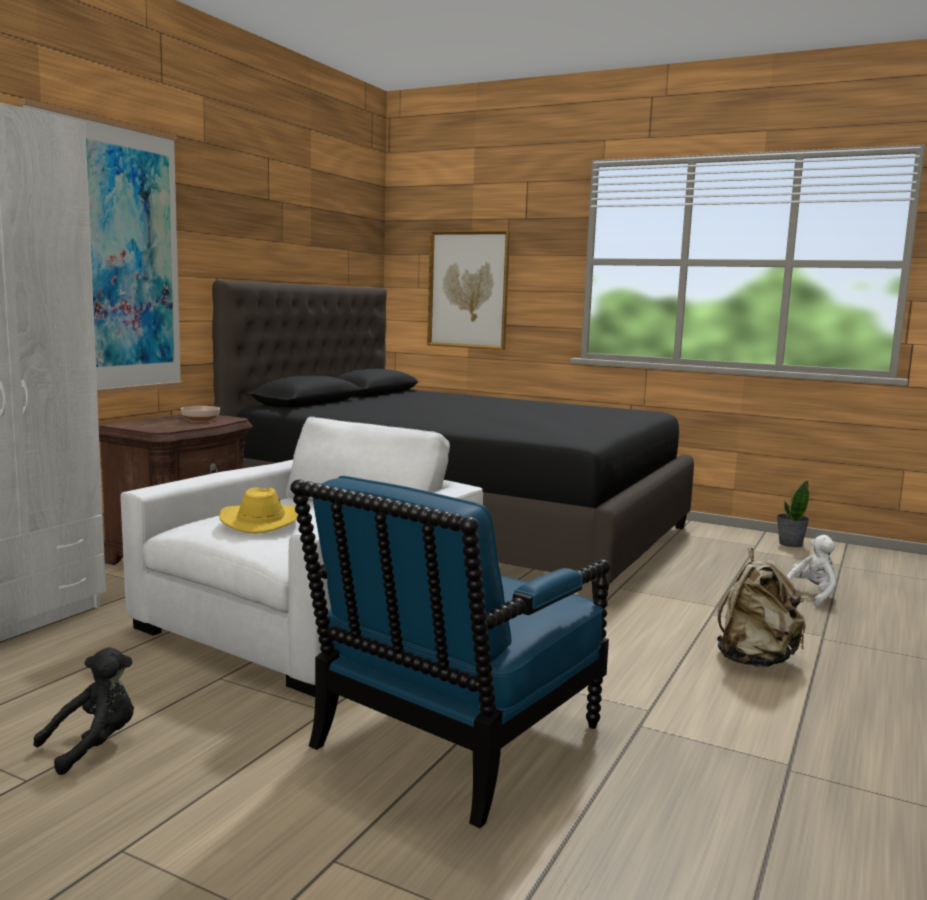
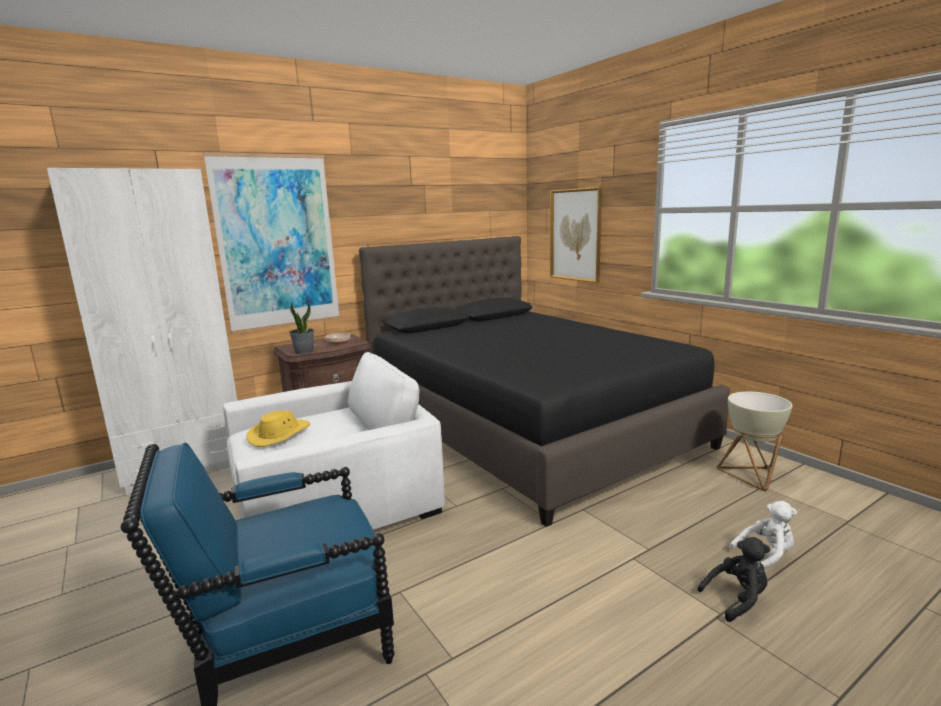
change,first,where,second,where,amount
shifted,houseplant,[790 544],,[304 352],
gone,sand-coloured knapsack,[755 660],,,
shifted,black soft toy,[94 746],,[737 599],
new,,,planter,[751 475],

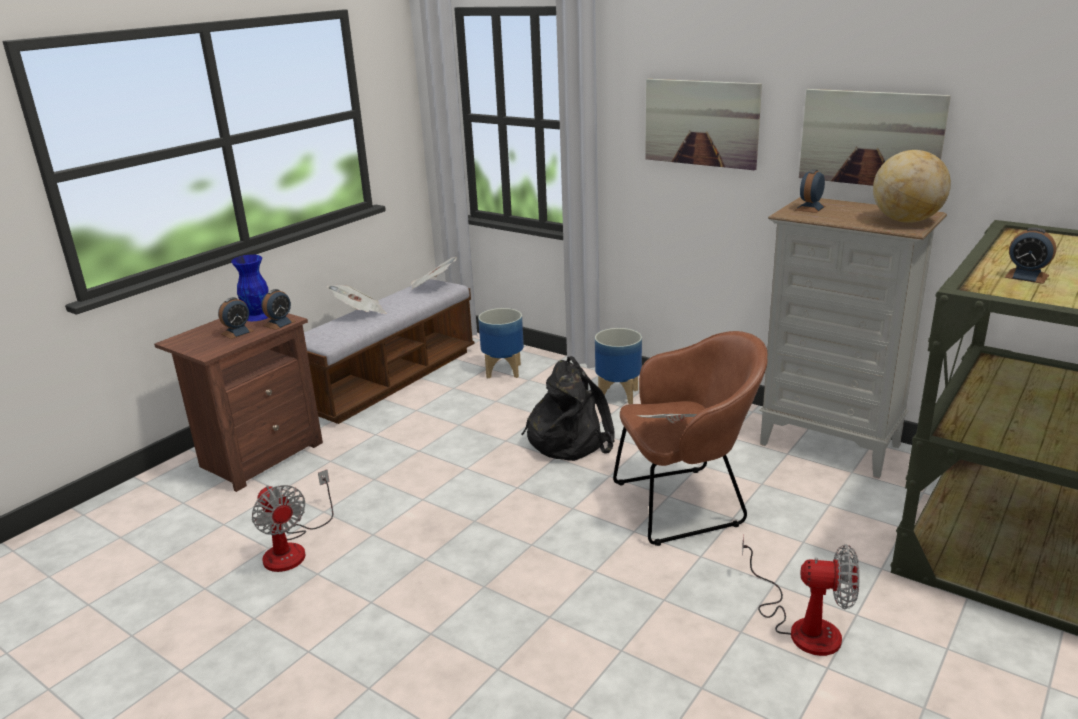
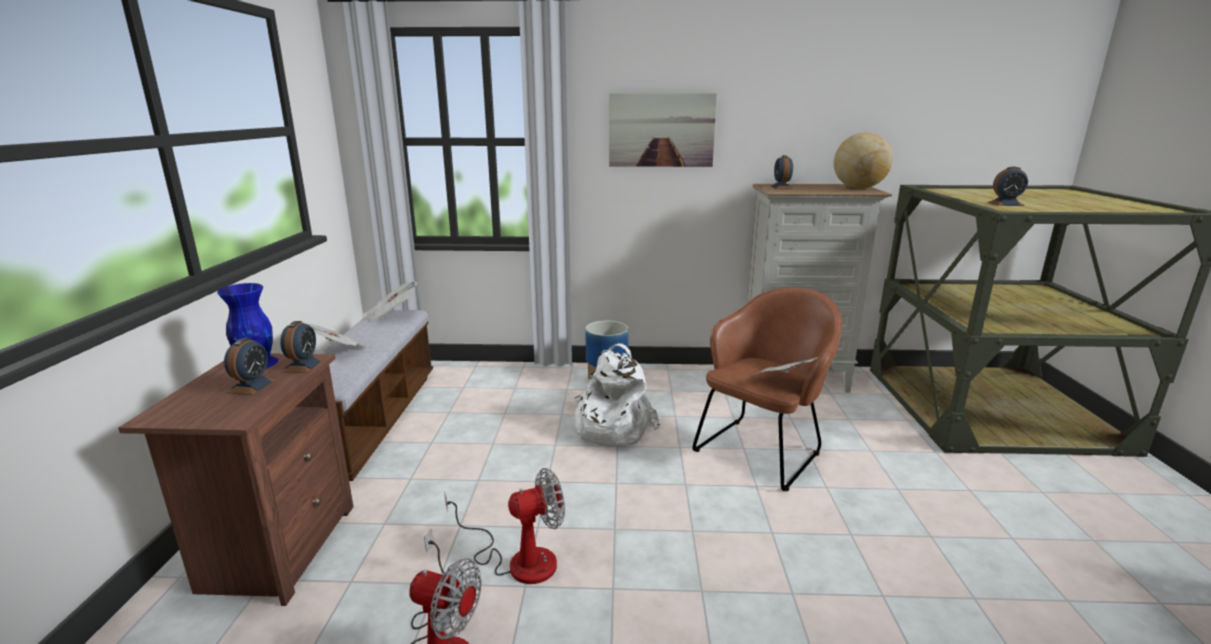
change,first,where,second,where,amount
gone,wall art,[870 138],,,
gone,planter,[503 371],,,
repainted,black knapsack,[569 439],white knapsack,[610 427],
shifted,electric fan,[802 625],,[518 559],

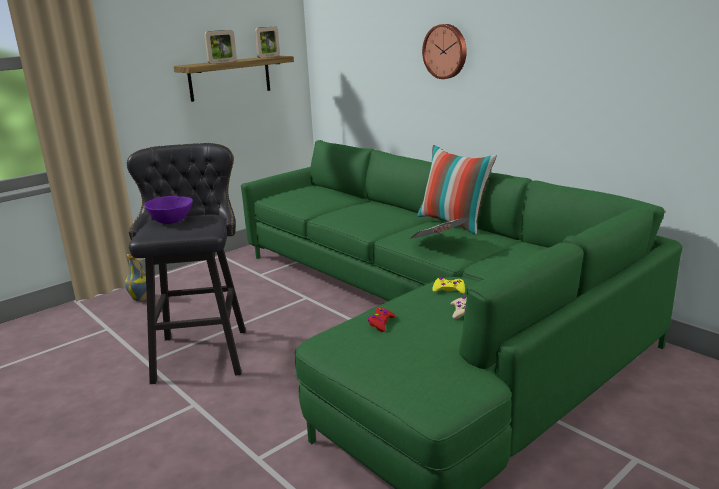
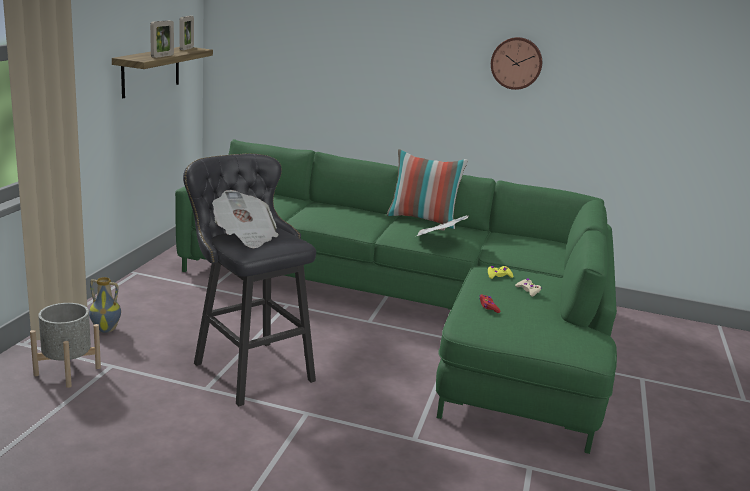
change,first,where,second,where,amount
shifted,hanging clock,[446 51],,[516 63],
swapped,purplish deep dish,[171 221],newspaper,[245 236],
new,,,greyish planter,[67 371],

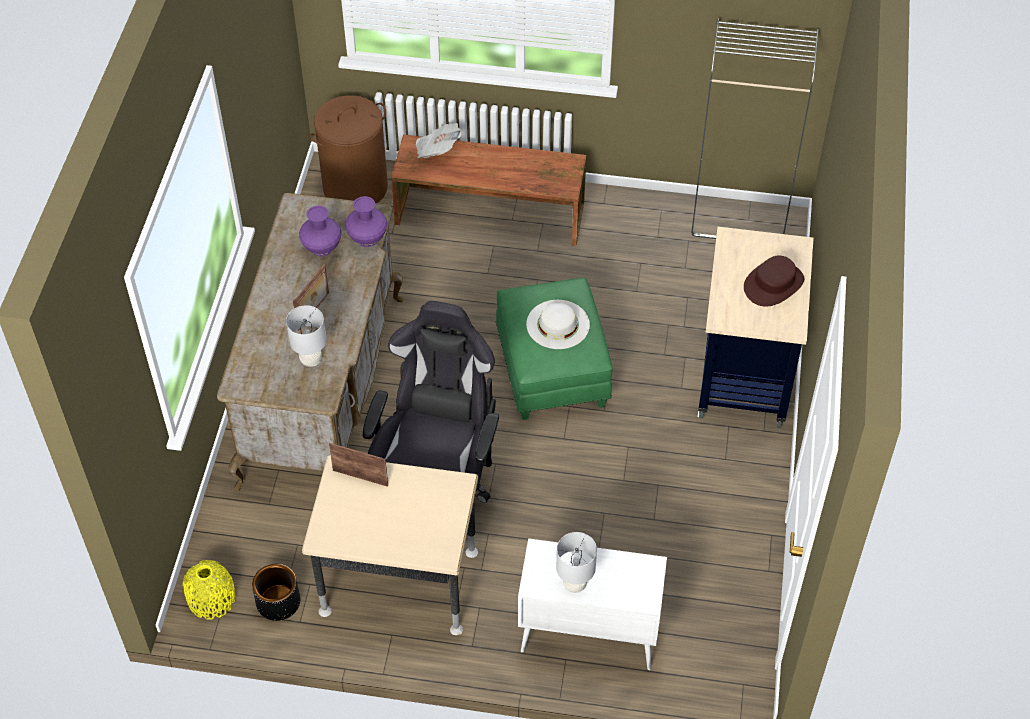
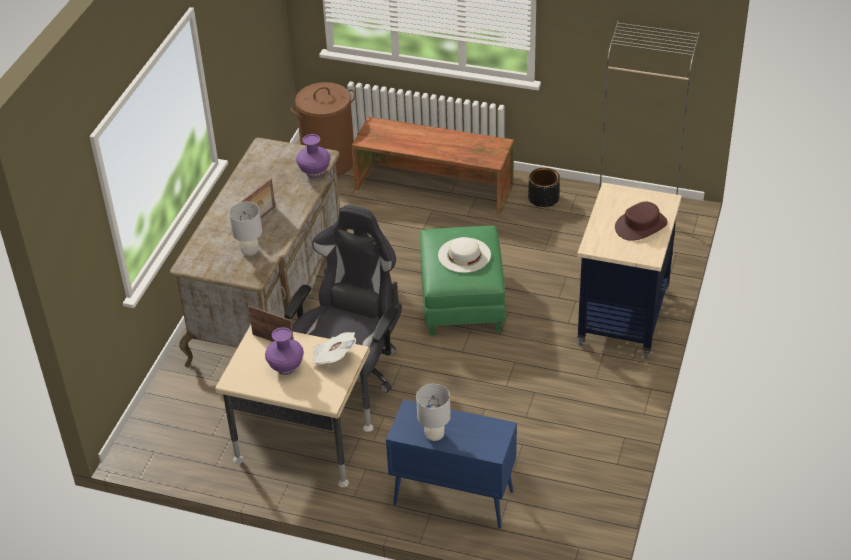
change,first,where,second,where,amount
shifted,newspaper,[437 149],,[333 357],
shifted,purplish vase,[322 248],,[286 368],
repainted,white storage cabinet,[587 636],bluish storage cabinet,[452 498],
gone,yellowish vase,[211 599],,,
shifted,black planter,[278 602],,[543 198],

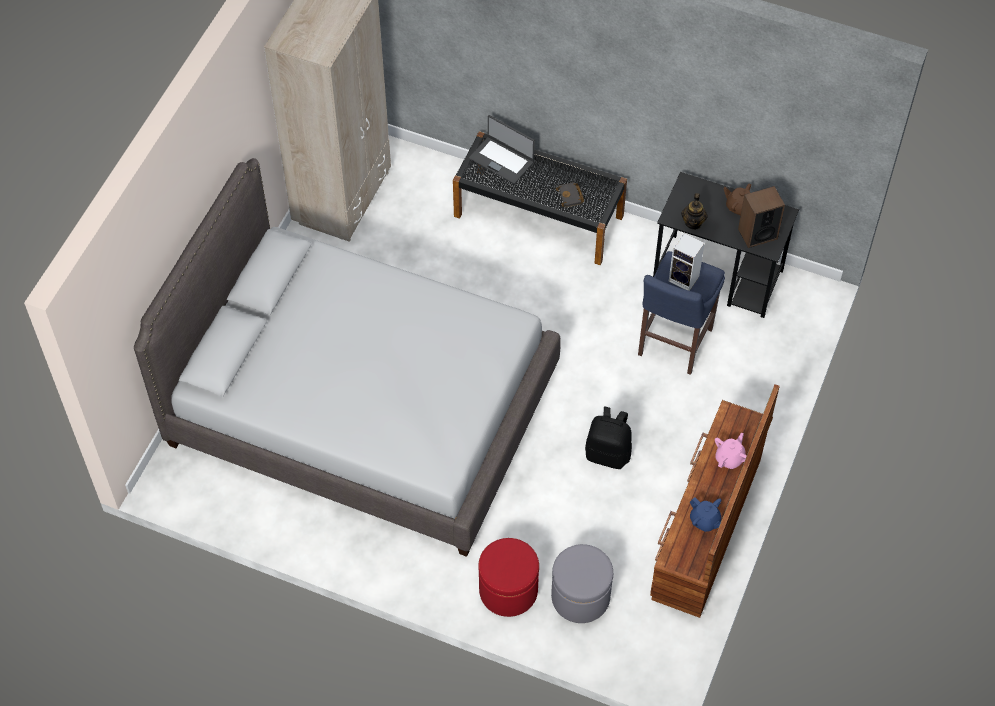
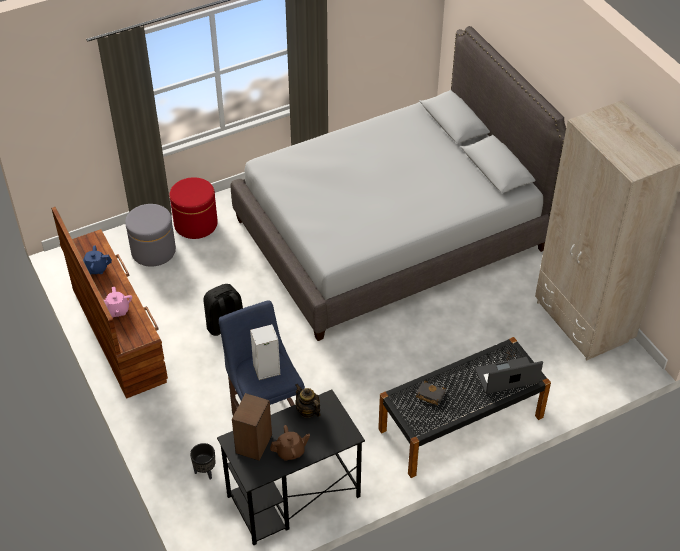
change,first,where,second,where,amount
new,,,black planter,[204 471],

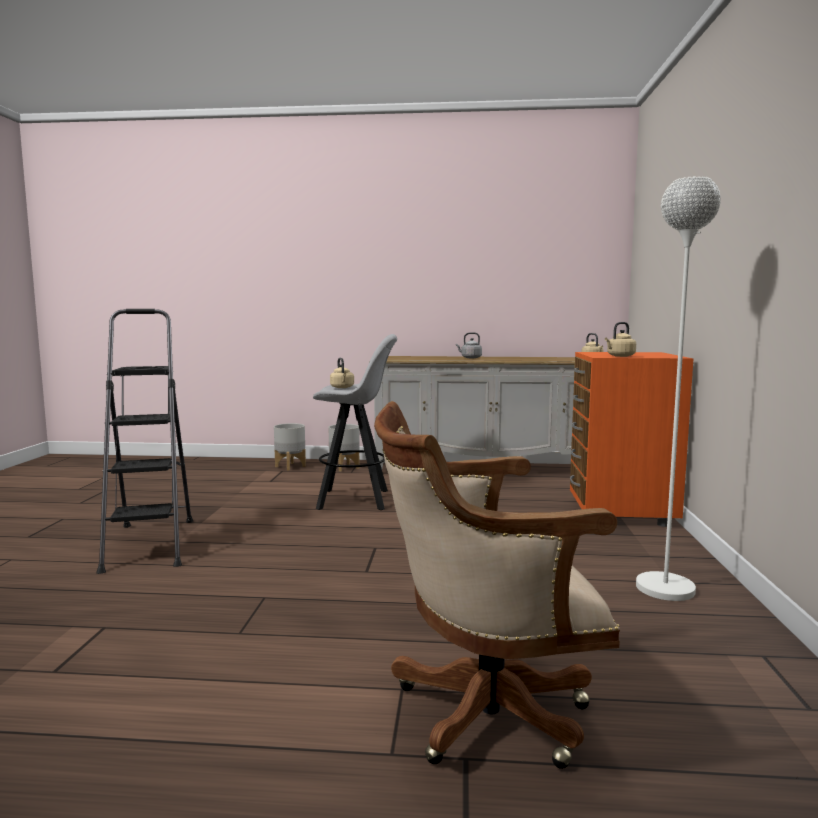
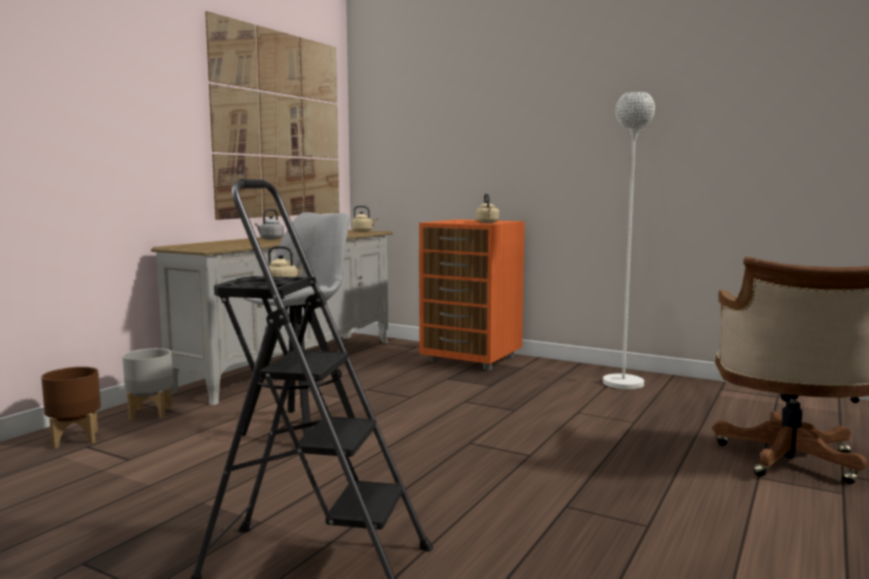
change,first,where,second,where,amount
repainted,greyish planter,[290 466],brownish planter,[75 439],
new,,,wall art,[279 125],

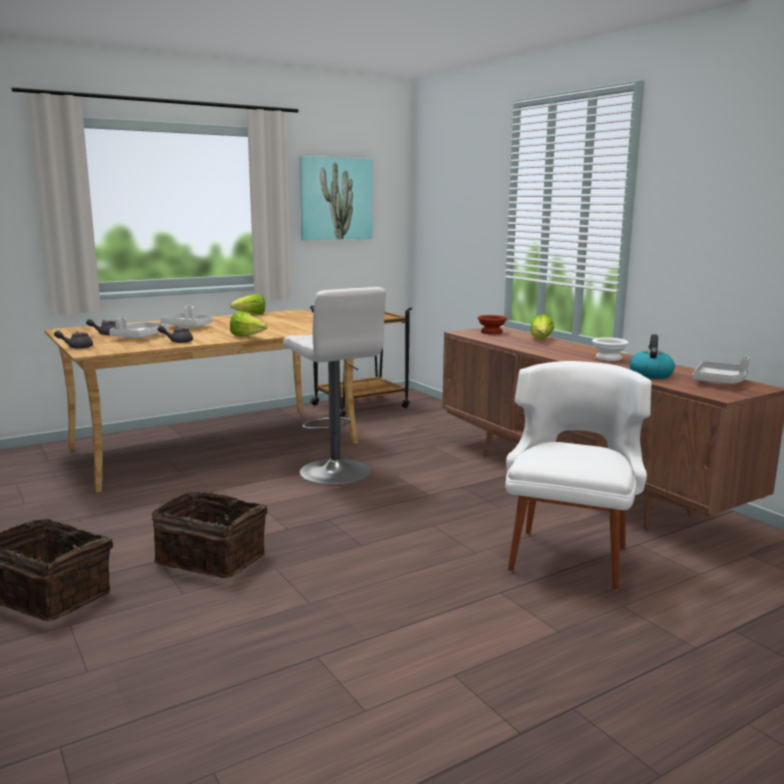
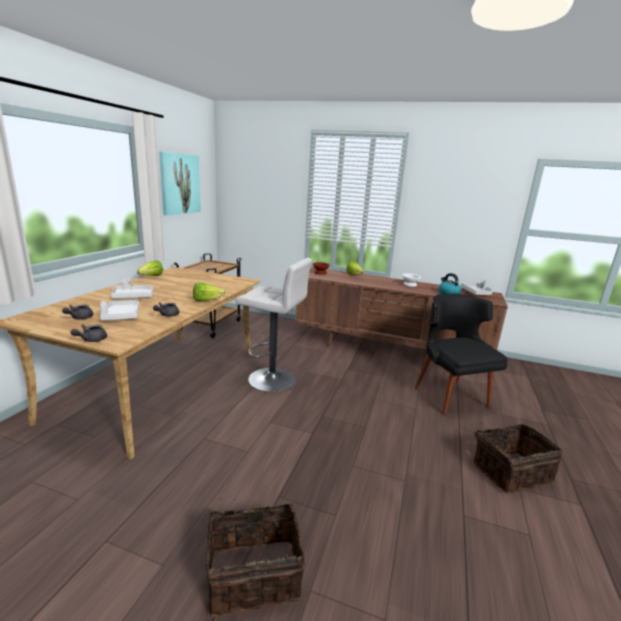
change,first,where,second,where,amount
repainted,white upright chair,[568 560],black upright chair,[451 397],
shifted,storage basket,[213 558],,[509 471],

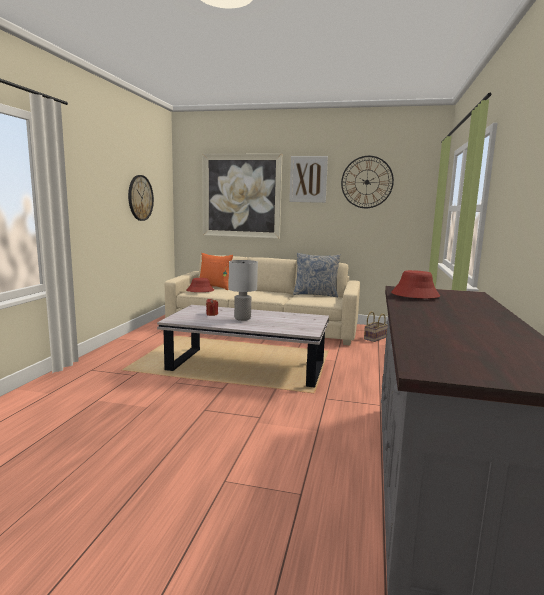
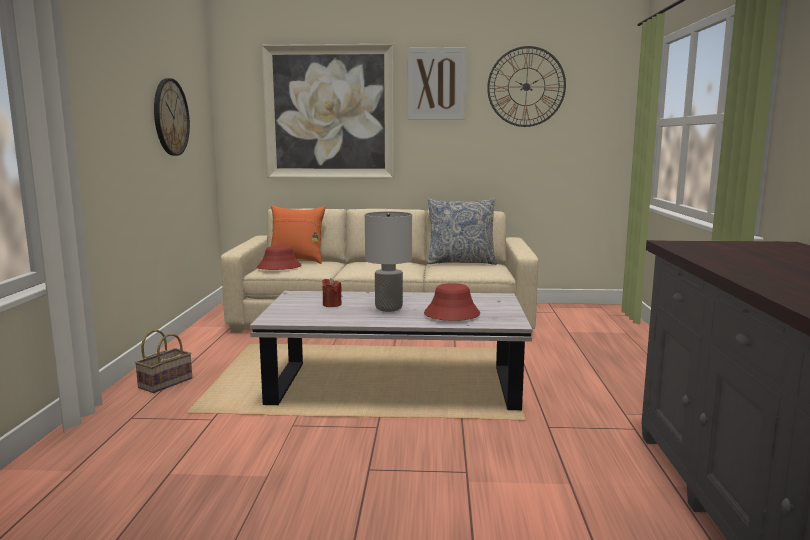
change,first,where,second,where,amount
shifted,reddish hat,[414 295],,[451 314],
shifted,storage basket,[374 338],,[166 382],

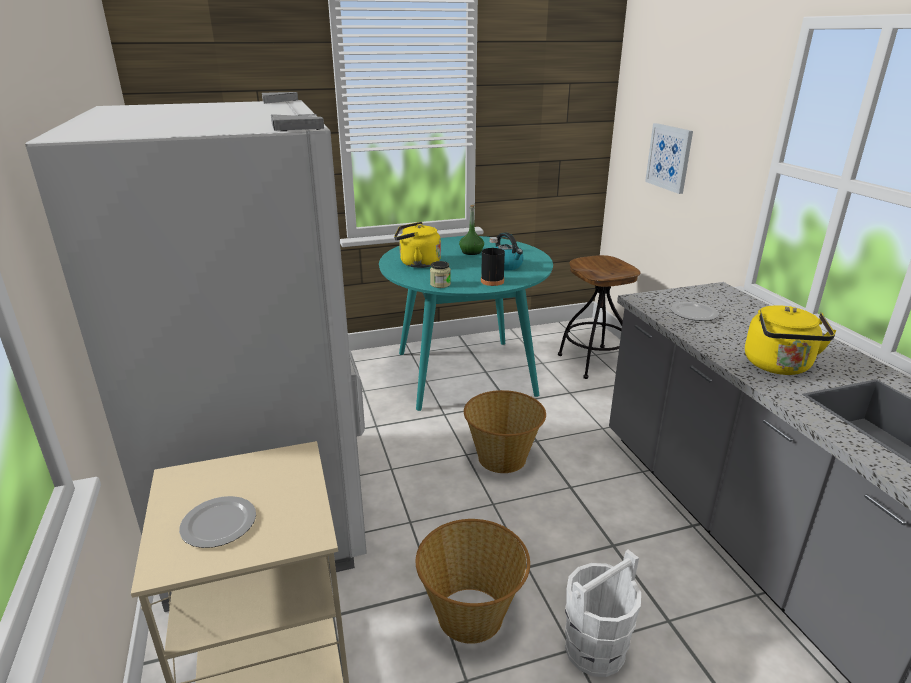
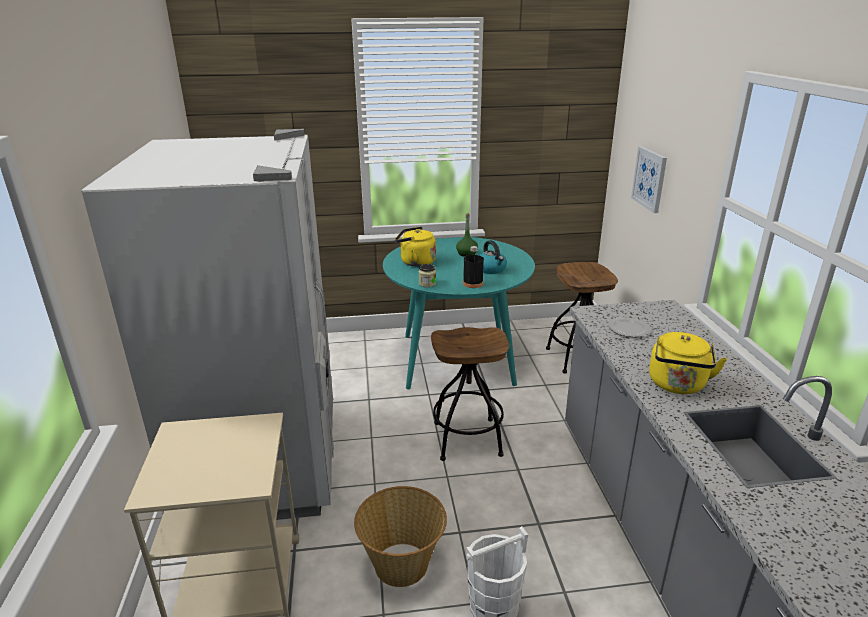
change,first,where,second,where,amount
swapped,storage basket,[502 458],brownish stool,[467 438],
gone,flat dish,[220 523],,,

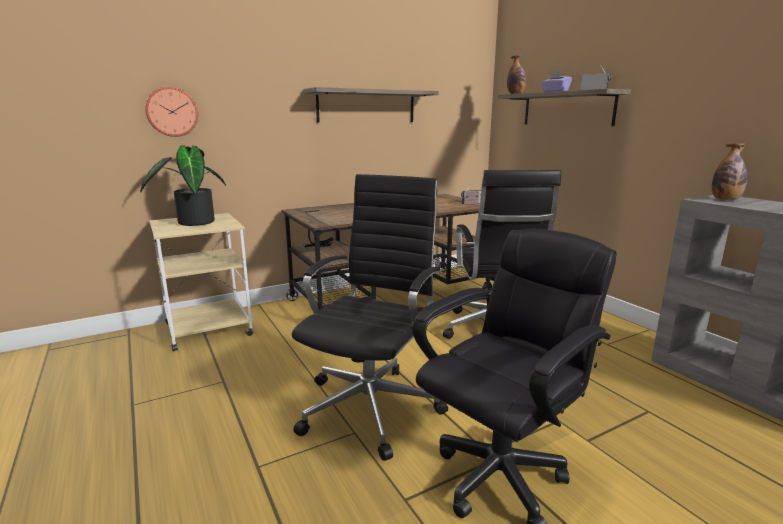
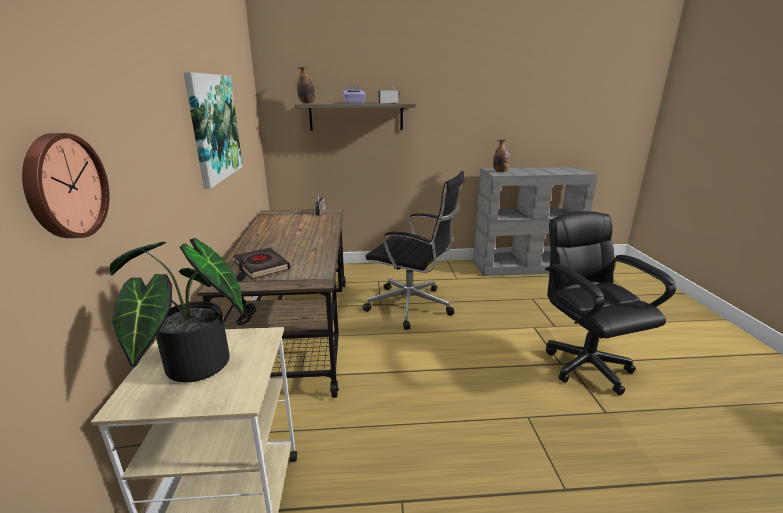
change,first,where,second,where,amount
swapped,wall shelf,[367 106],wall art,[214 127],
gone,black office chair,[372 405],,,
new,,,black bound book,[261 267],

